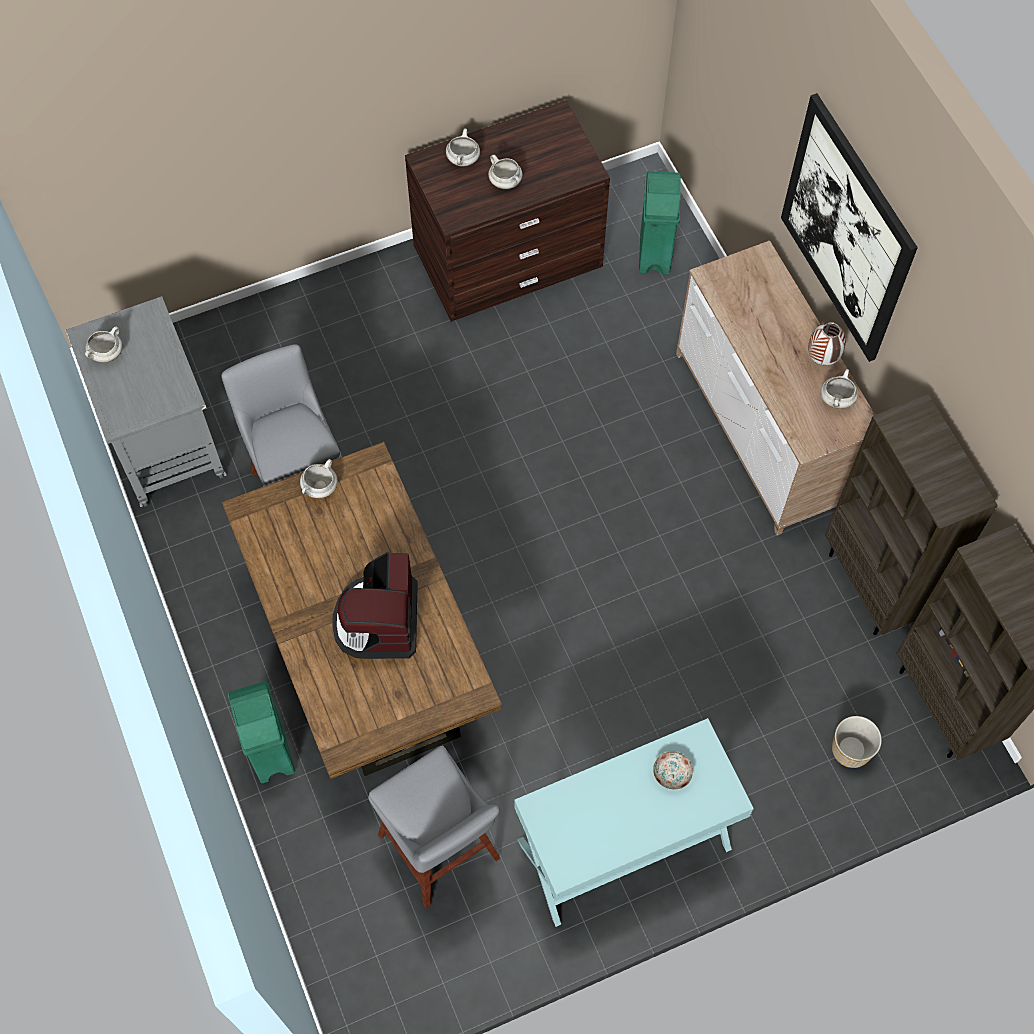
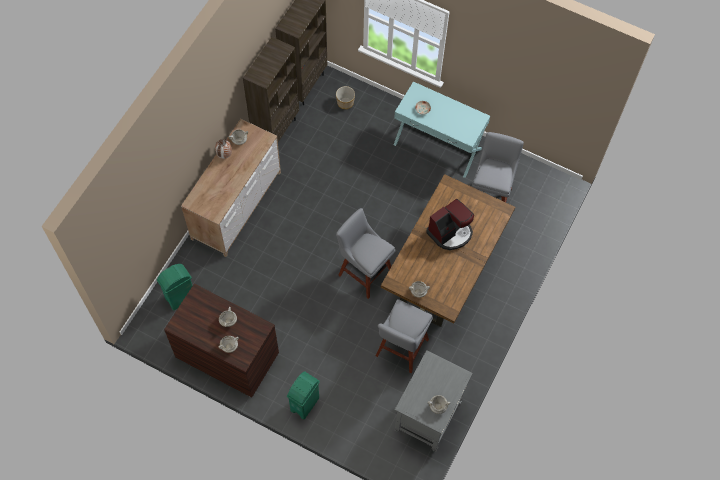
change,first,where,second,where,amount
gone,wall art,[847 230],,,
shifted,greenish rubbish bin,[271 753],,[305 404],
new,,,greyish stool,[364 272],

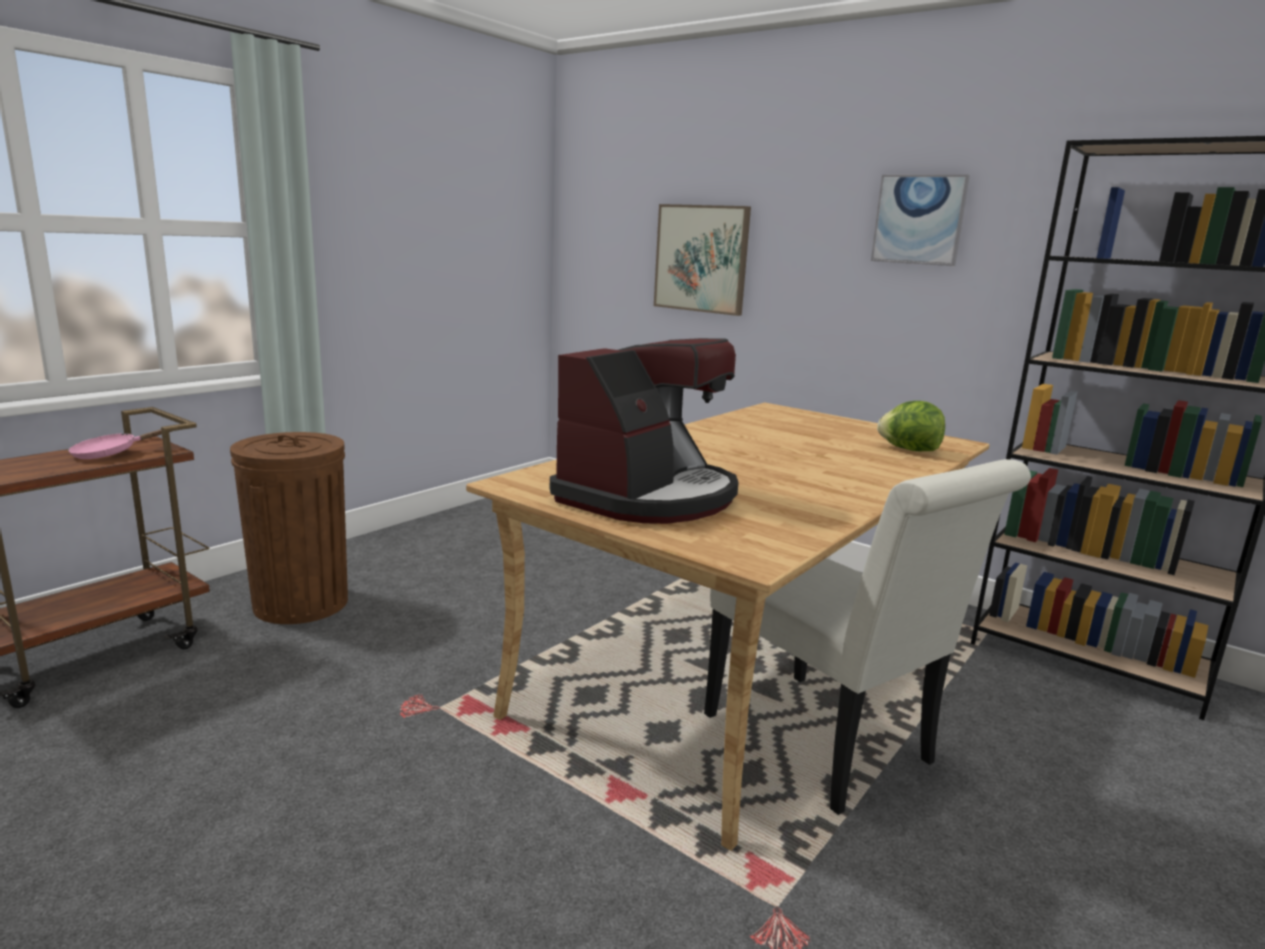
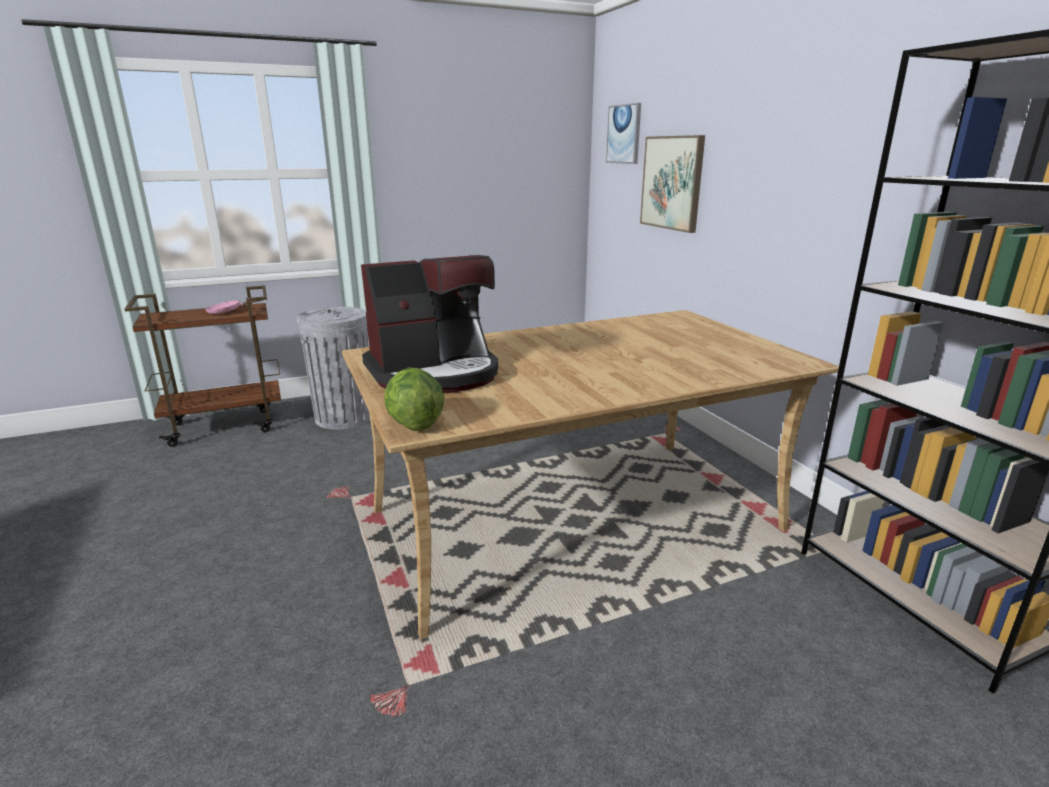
change,first,where,second,where,amount
shifted,wall art,[919 219],,[624 134],
shifted,lettuce head,[909 450],,[414 424],
repainted,brownish rubbish bin,[301 603],greyish rubbish bin,[344 417],
gone,white upright chair,[828 746],,,

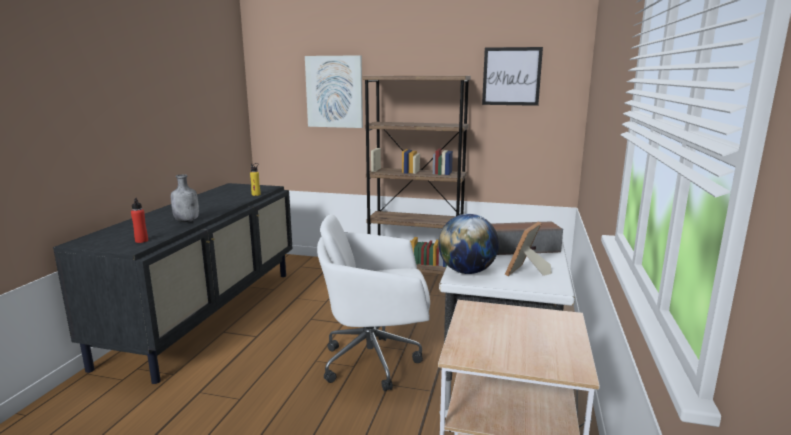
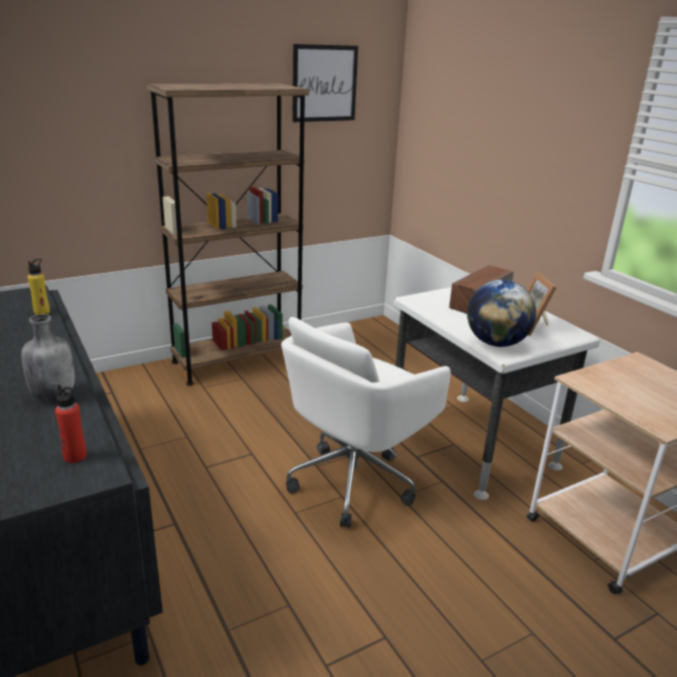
change,first,where,second,where,amount
gone,wall art,[334 92],,,

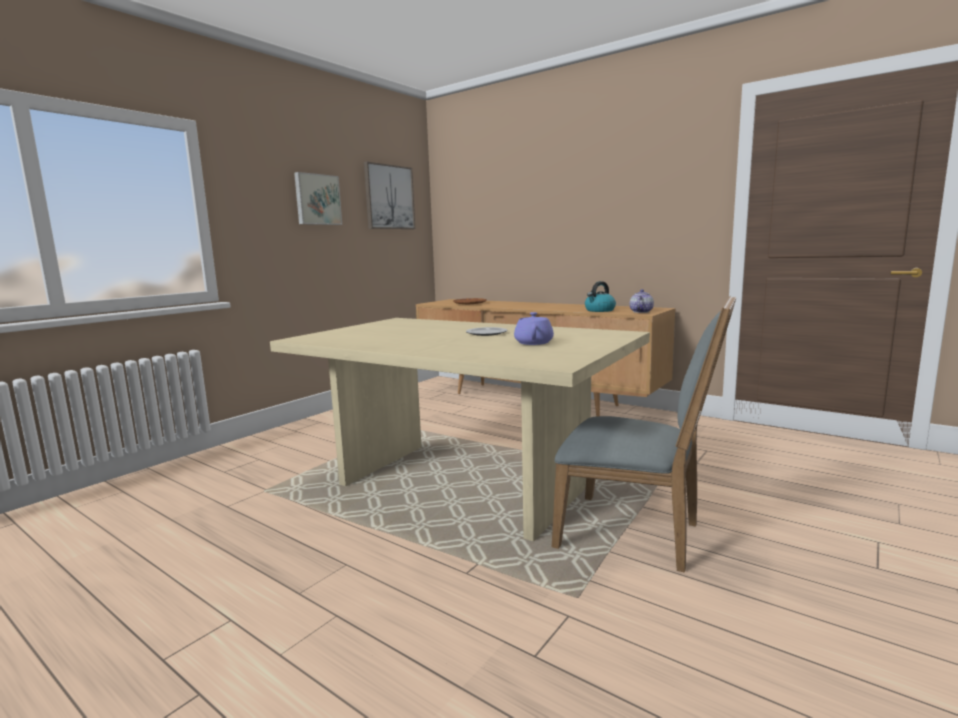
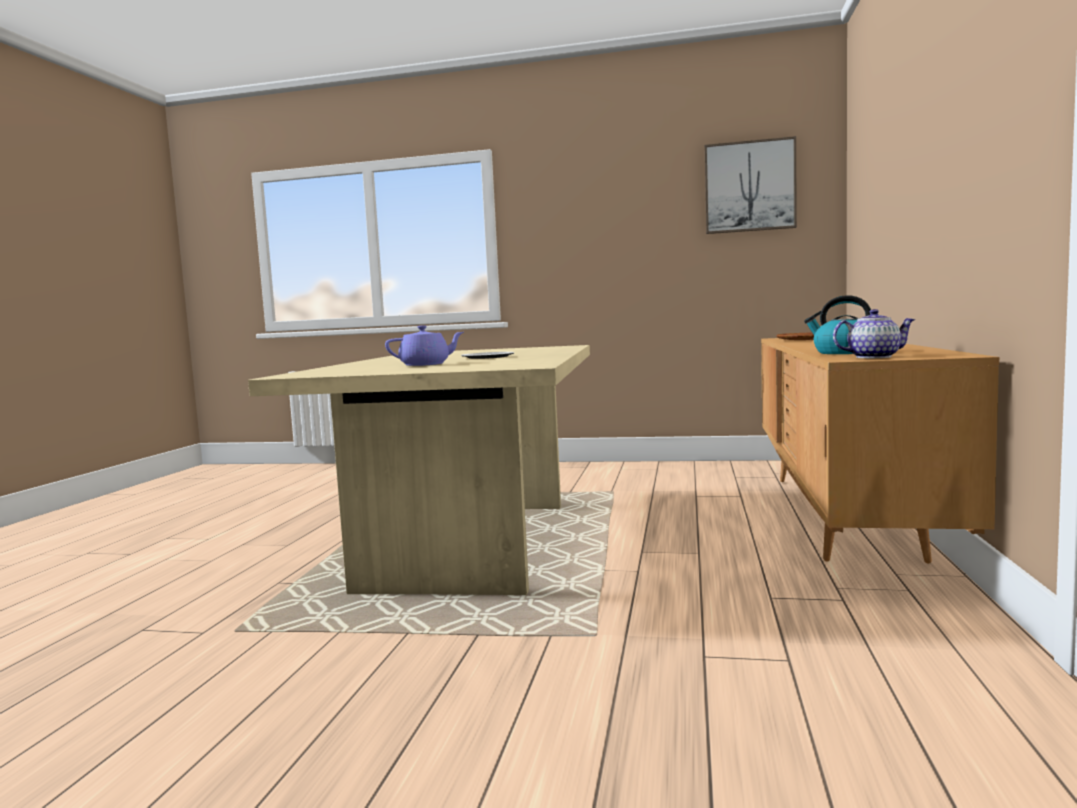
change,first,where,second,where,amount
gone,wall art,[317 199],,,
gone,greyish upright chair,[637 534],,,

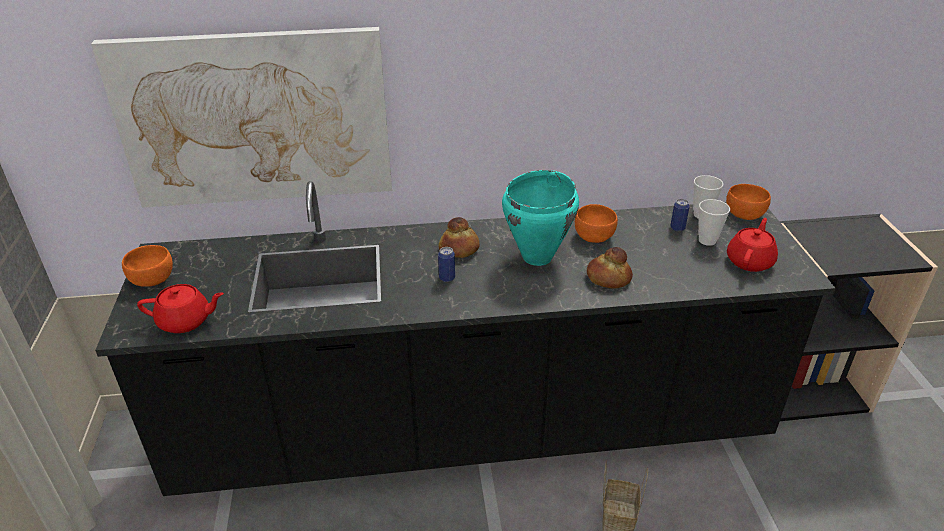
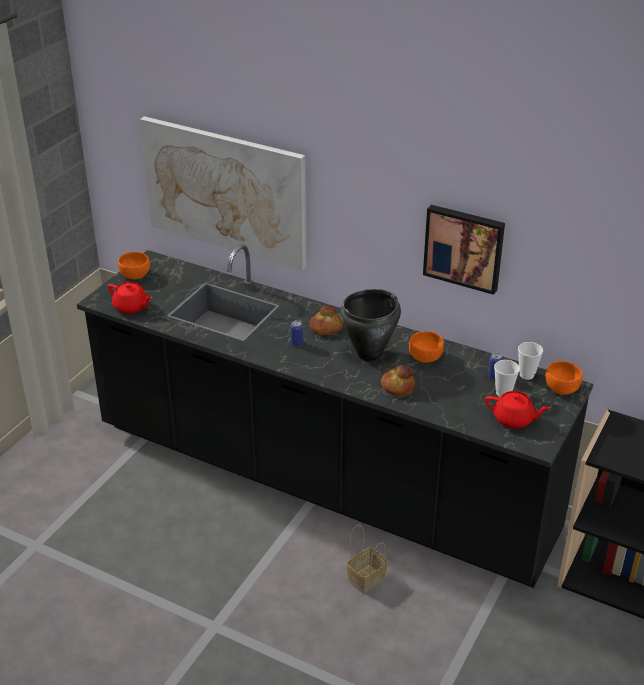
change,first,where,second,where,amount
repainted,turquoise stockpot,[538 257],black stockpot,[369 354],
rotated,reddish teapot,[750 261],,[514 419],45 degrees clockwise
new,,,wall art,[464 247],

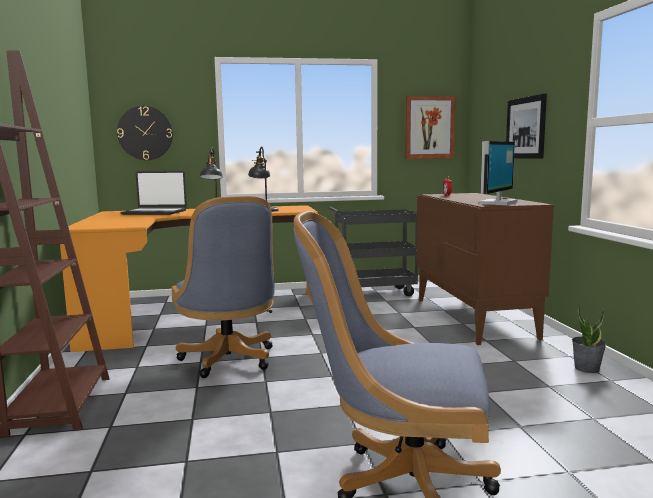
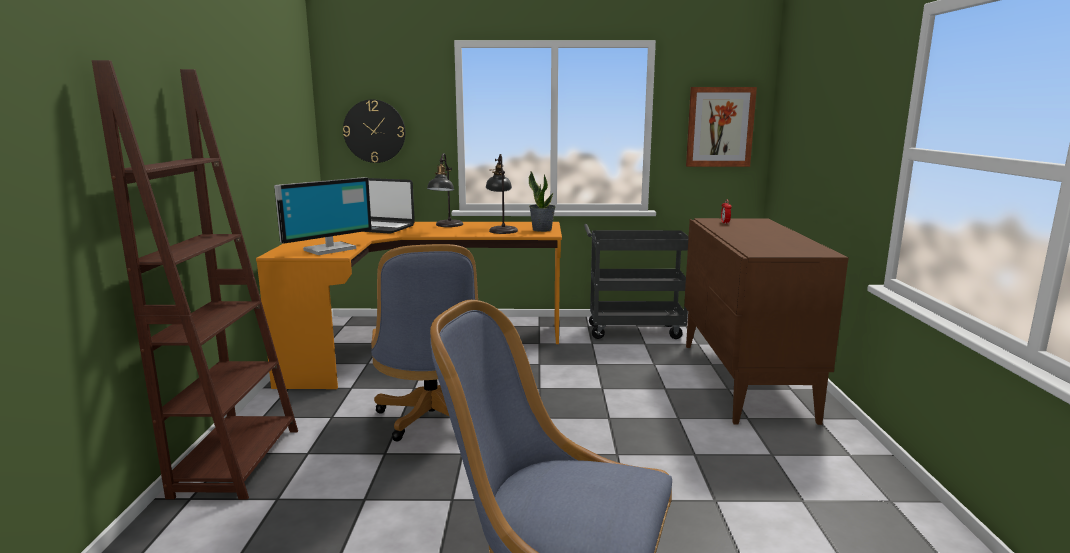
change,first,where,second,where,amount
gone,wall art,[525 128],,,
shifted,computer screen,[496 203],,[329 249],
shifted,houseplant,[586 368],,[542 229],

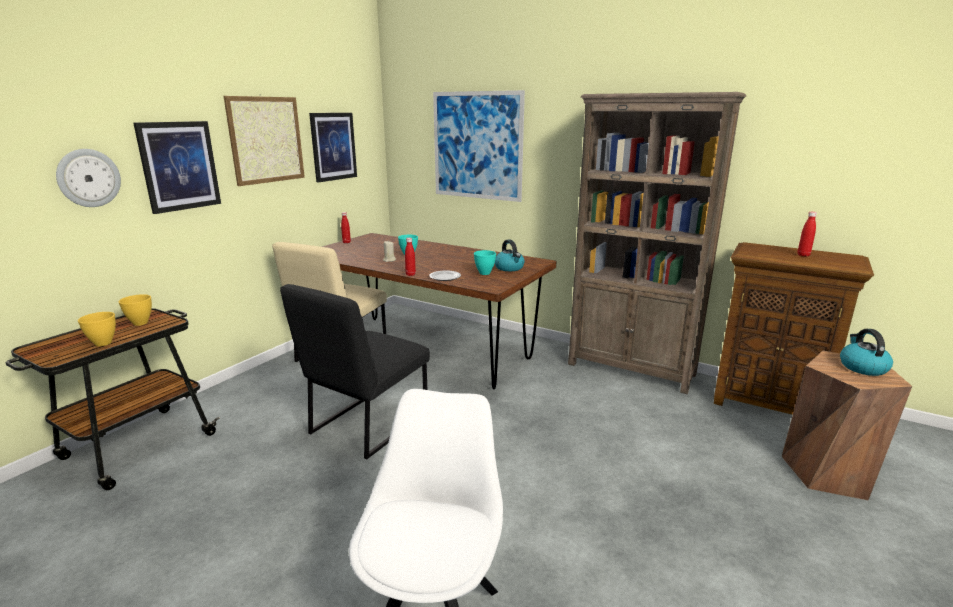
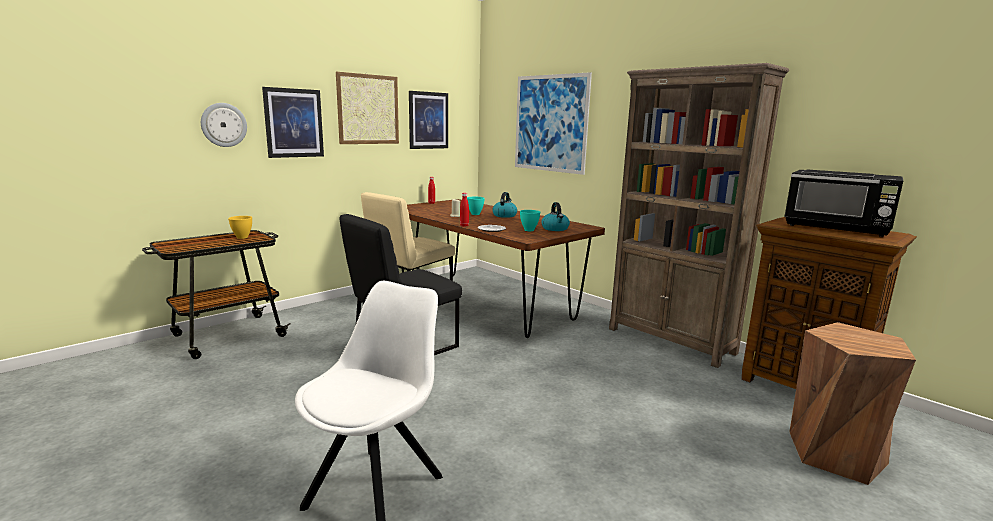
change,first,where,second,where,amount
swapped,reddish beverage bottle,[803 255],black microwave,[837 228],
gone,yellowish deep dish,[103 344],,,
shifted,kettle,[862 367],,[504 215],

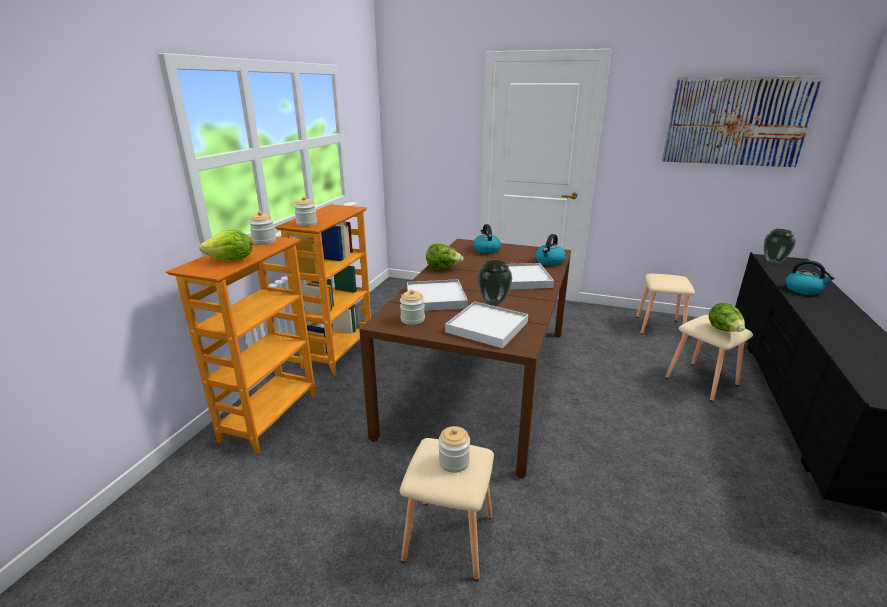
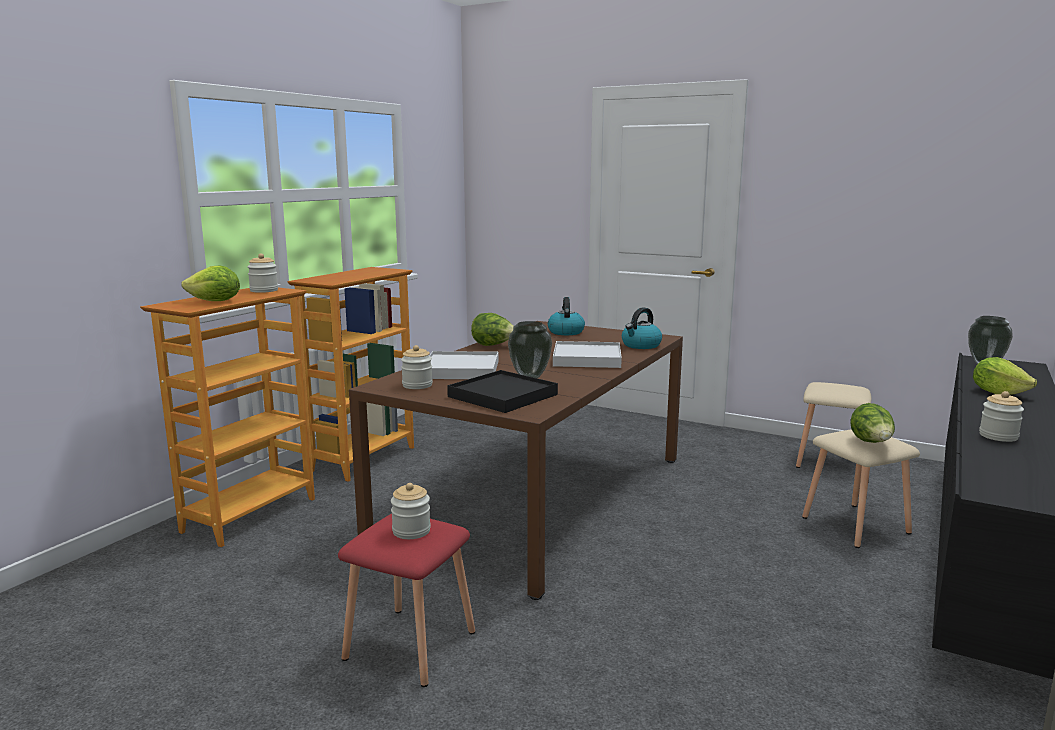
change,first,where,second,where,amount
gone,wall art,[735 121],,,
shifted,preserve jar,[306 224],,[998 436],
swapped,kettle,[803 290],lettuce head,[998 393],
repainted,white tray,[487 327],black tray,[502 395],
repainted,sand-coloured stool,[447 538],reddish stool,[408 645],

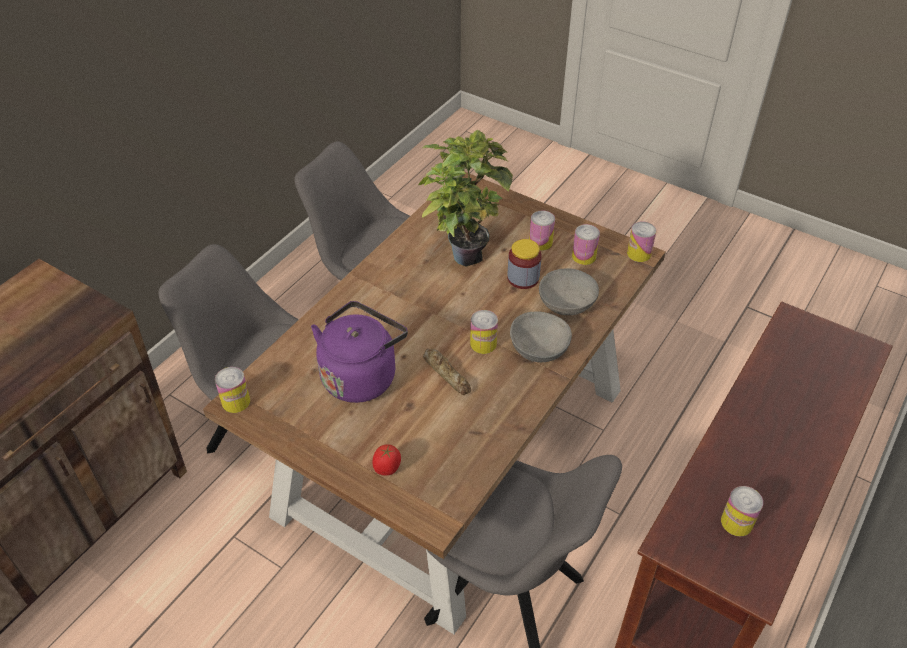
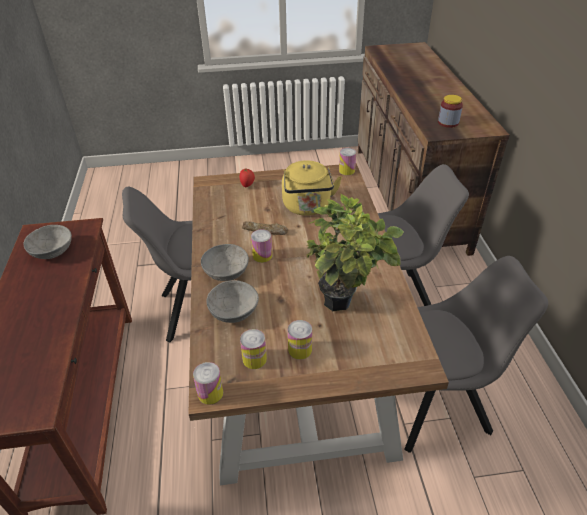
change,first,where,second,where,amount
shifted,preserve jar,[523 278],,[448 123],
repainted,purplish kettle,[361 375],yellowish kettle,[307 207],
swapped,metal can,[736 522],greyish deep dish,[52 251],

